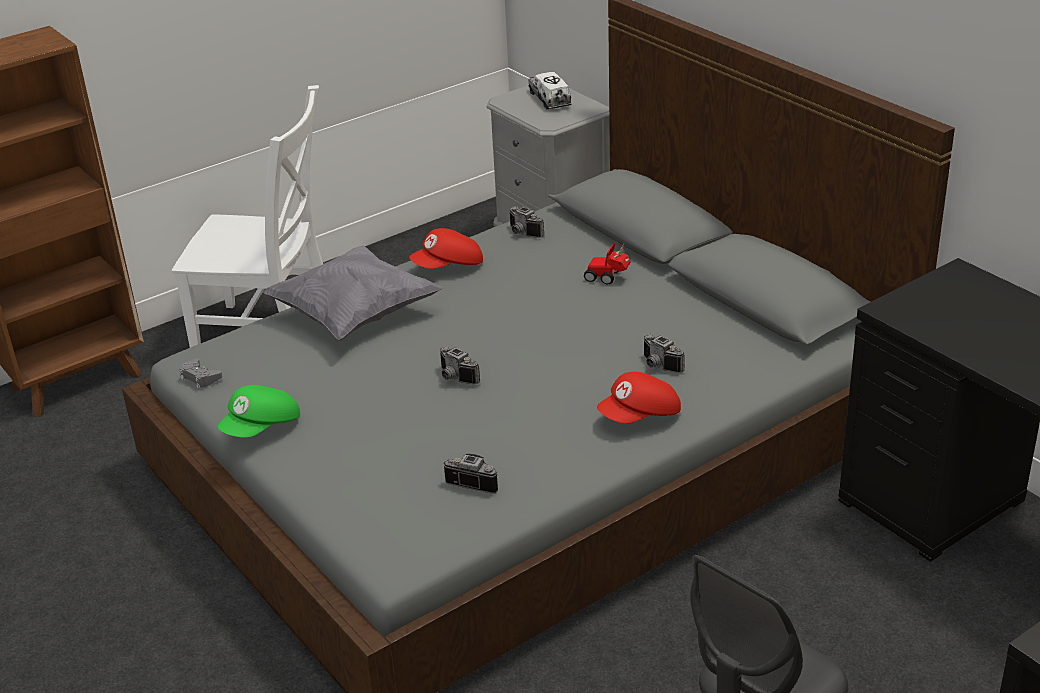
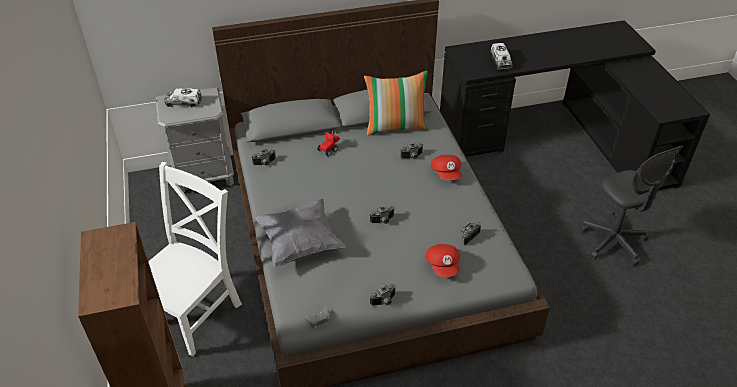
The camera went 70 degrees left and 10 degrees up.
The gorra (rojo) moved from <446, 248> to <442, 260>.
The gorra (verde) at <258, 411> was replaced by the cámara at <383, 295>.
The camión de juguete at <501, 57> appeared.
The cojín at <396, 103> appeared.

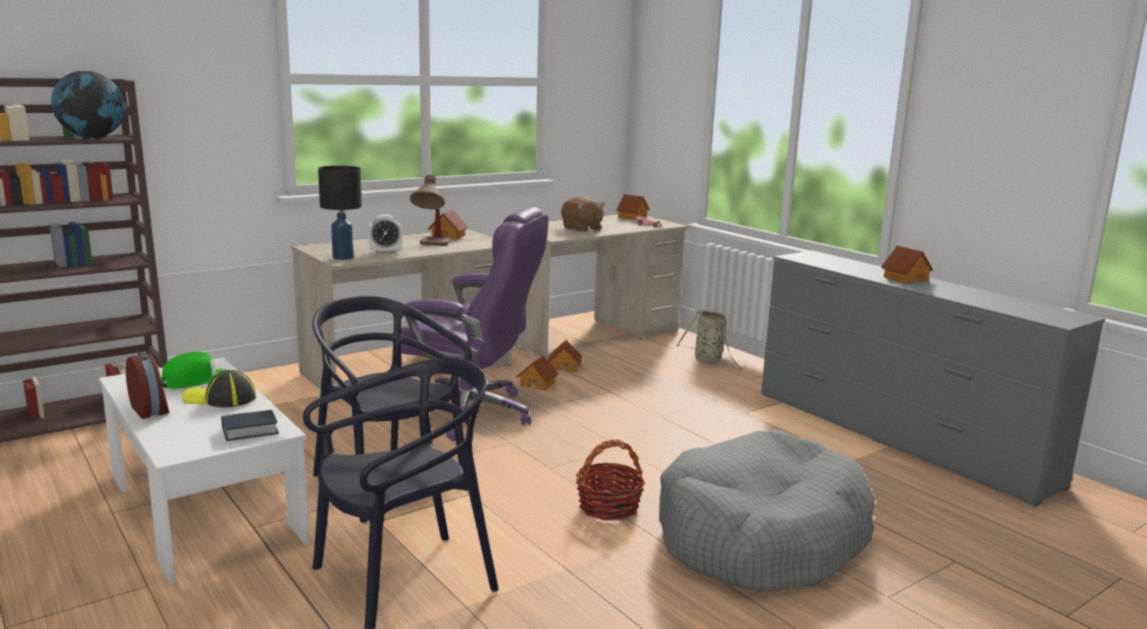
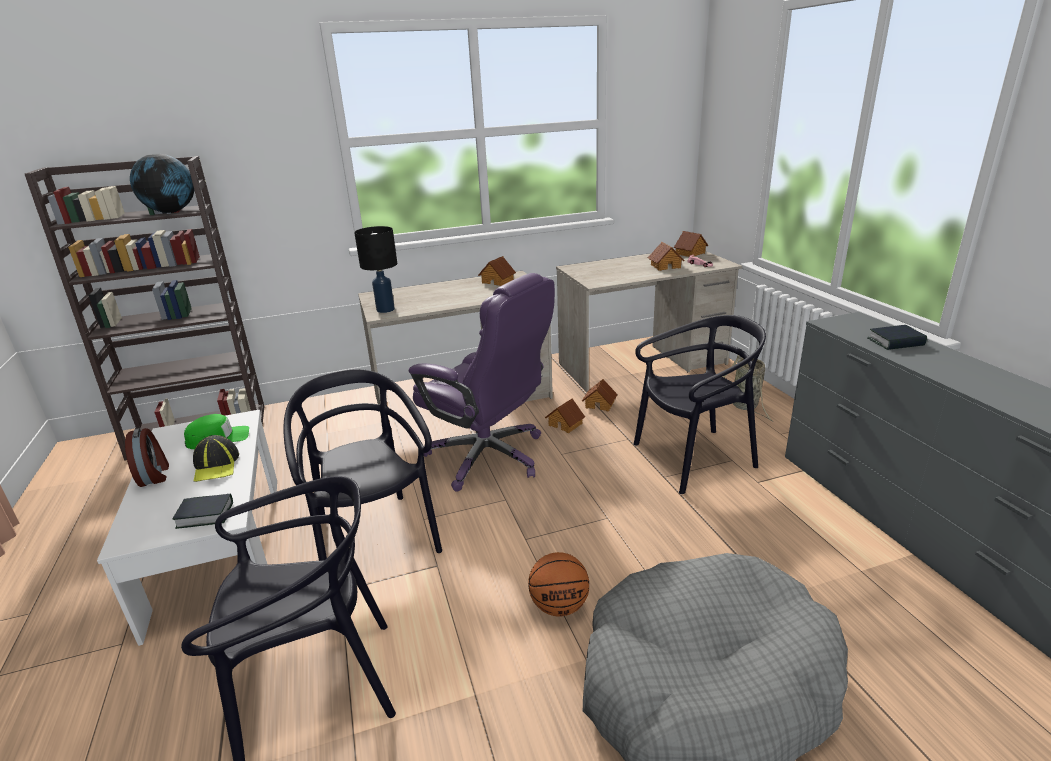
The camera went 20 degrees right and 10 degrees up.
The lámpara de mesa at <430, 210> disappeared.
The peluche (marrón) at <583, 214> disappeared.
The despertador at <385, 234> disappeared.
The casita moved from <907, 265> to <666, 256>.
The gorra at <219, 388> turned 135 degrees counterclockwise.
The cesta at <610, 480> was replaced by the balón de baloncesto at <558, 584>.
The silla (negro) at <700, 404> appeared.
The libro at <897, 337> appeared.

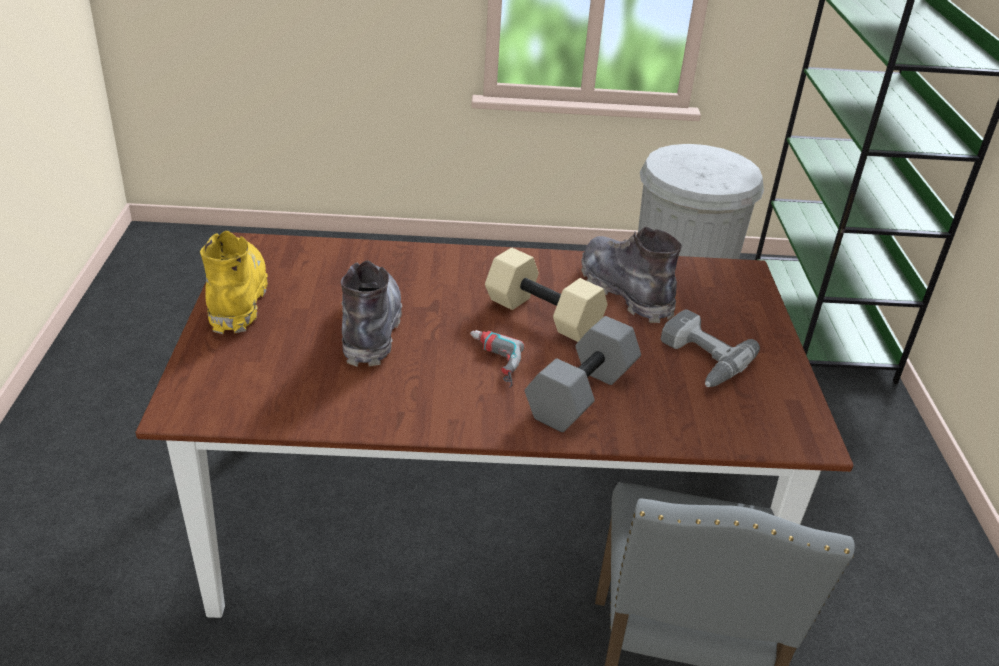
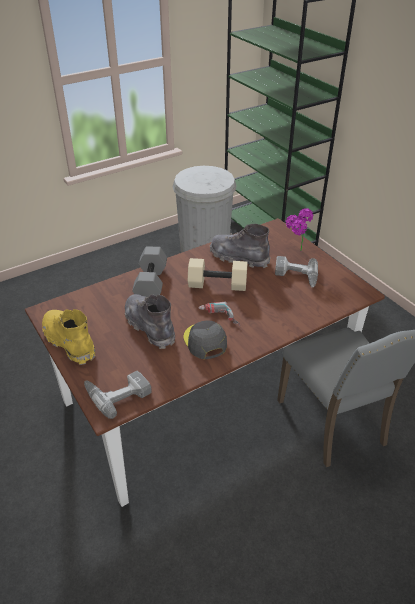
The camera went 30 degrees left and 5 degrees up.
The mancuerna (gris) moved from <583, 374> to <149, 271>.
The planta en maceta at <299, 229> appeared.
The gorra (gris) at <205, 339> appeared.
The taladro at <118, 395> appeared.

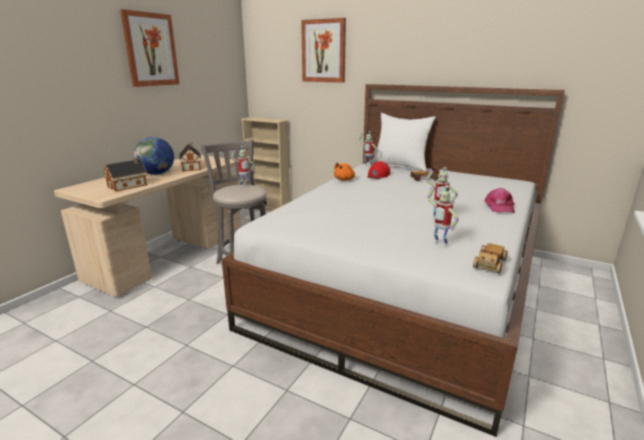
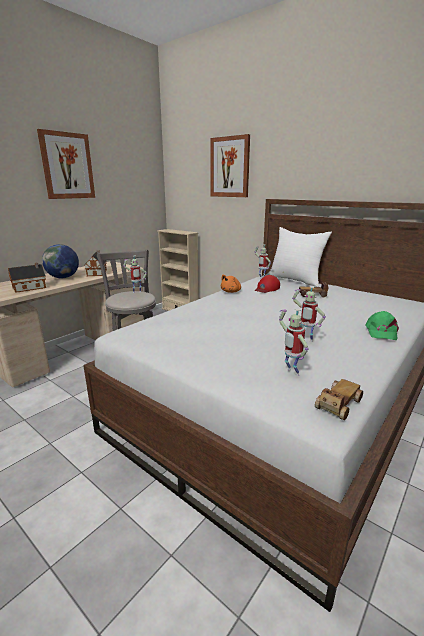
The camera went 10 degrees right and 0 degrees up.
The gorra (rosa) at <499, 200> became the gorra (verde) at <382, 325>.

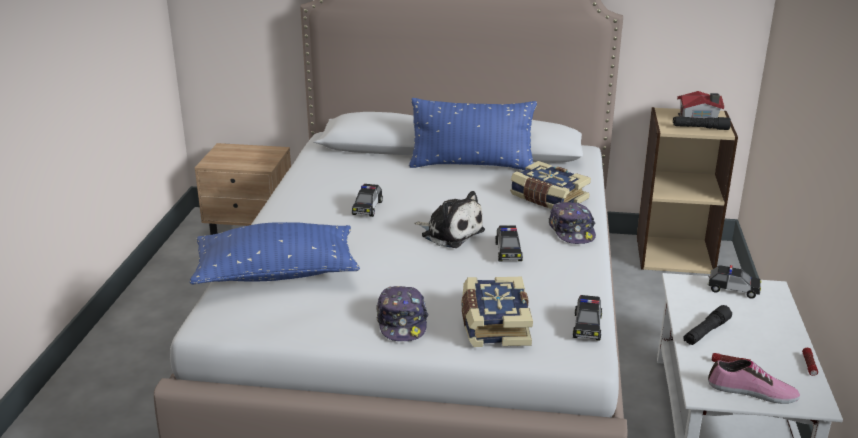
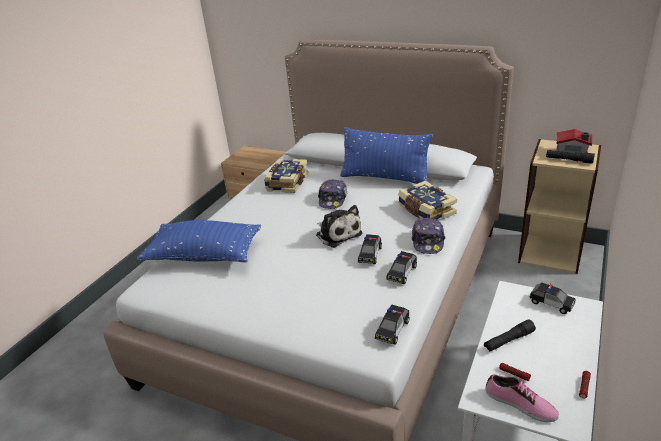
The camera went 20 degrees right and 5 degrees up.
The coche de juguete moved from <367, 200> to <401, 267>.
The libro moved from <497, 311> to <286, 175>.
The gorra moved from <402, 313> to <333, 194>.

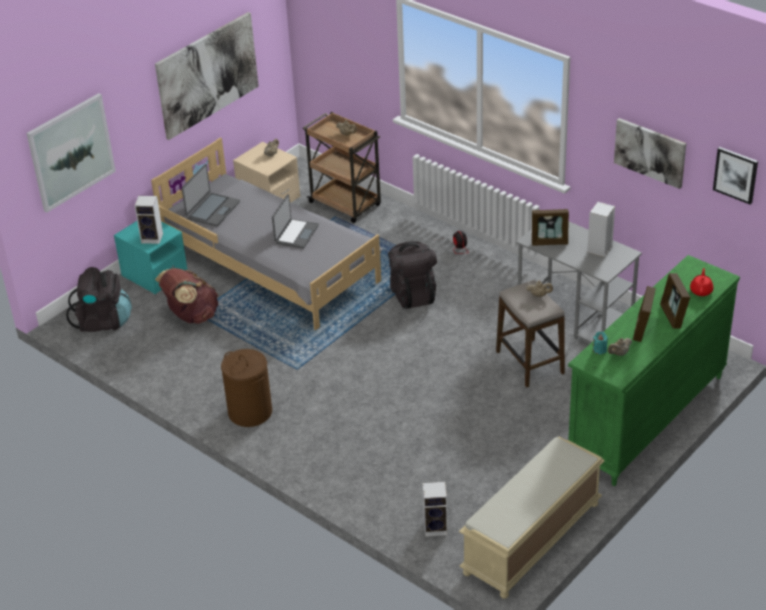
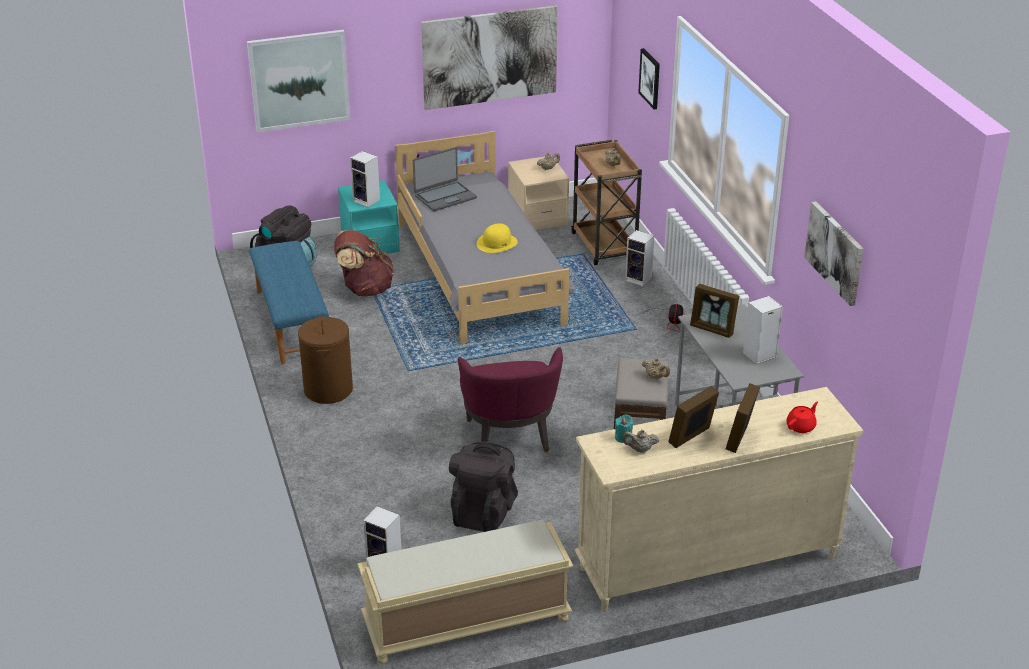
The camera went 30 degrees right and 5 degrees down.
The cuadro moved from <735, 176> to <649, 78>.
The portátil at <295, 221> was replaced by the sombrero (amarillo) at <497, 238>.
The mochila (negro) moved from <412, 275> to <483, 487>.
The cómoda (verde) at <654, 370> became the cómoda (beis) at <719, 499>.
The altavoz at <639, 258> appeared.
The banco (azul) at <289, 303> appeared.
The sillón (morado) at <510, 399> appeared.

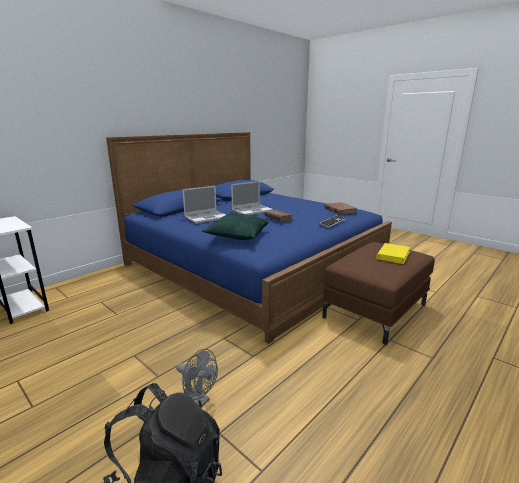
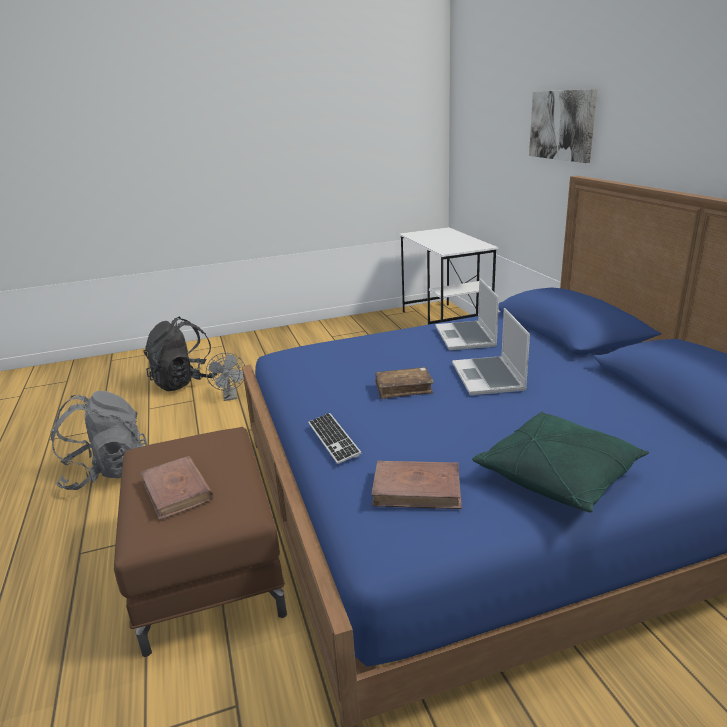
The camera went 120 degrees right and 5 degrees up.
The cojín (verde) moved from <235, 227> to <560, 462>.
The libro (amarillo) at <393, 253> became the libro (marrón) at <176, 488>.
The ventilador (gris) at <197, 378> turned 75 degrees counterclockwise.
The cuadro at <563, 126> appeared.
The mochila (gris) at <98, 440> appeared.

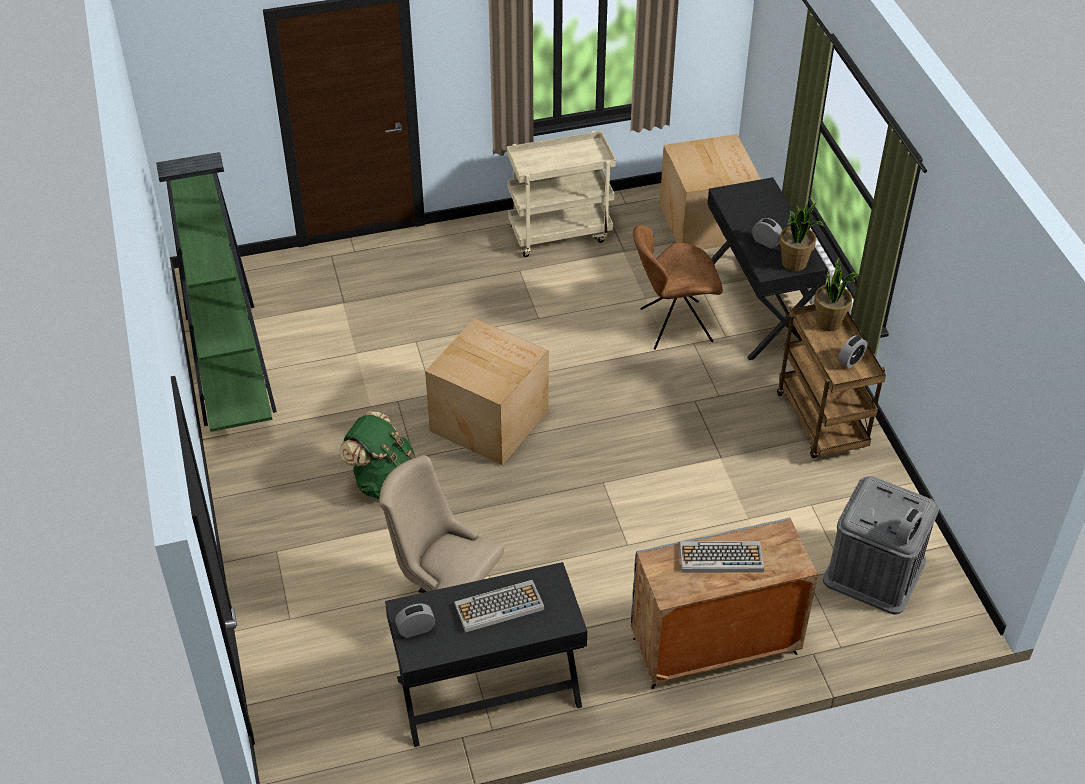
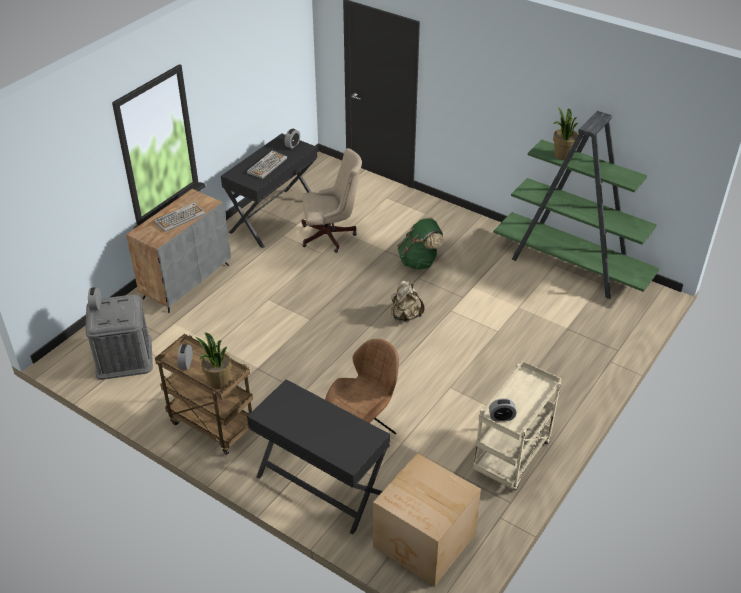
The camera went 140 degrees right and 5 degrees down.
The planta en maceta moved from <801, 237> to <565, 133>.
The despertador moved from <767, 233> to <503, 409>.
The caja de cartón at <487, 391> was replaced by the mochila (beis) at <407, 301>.

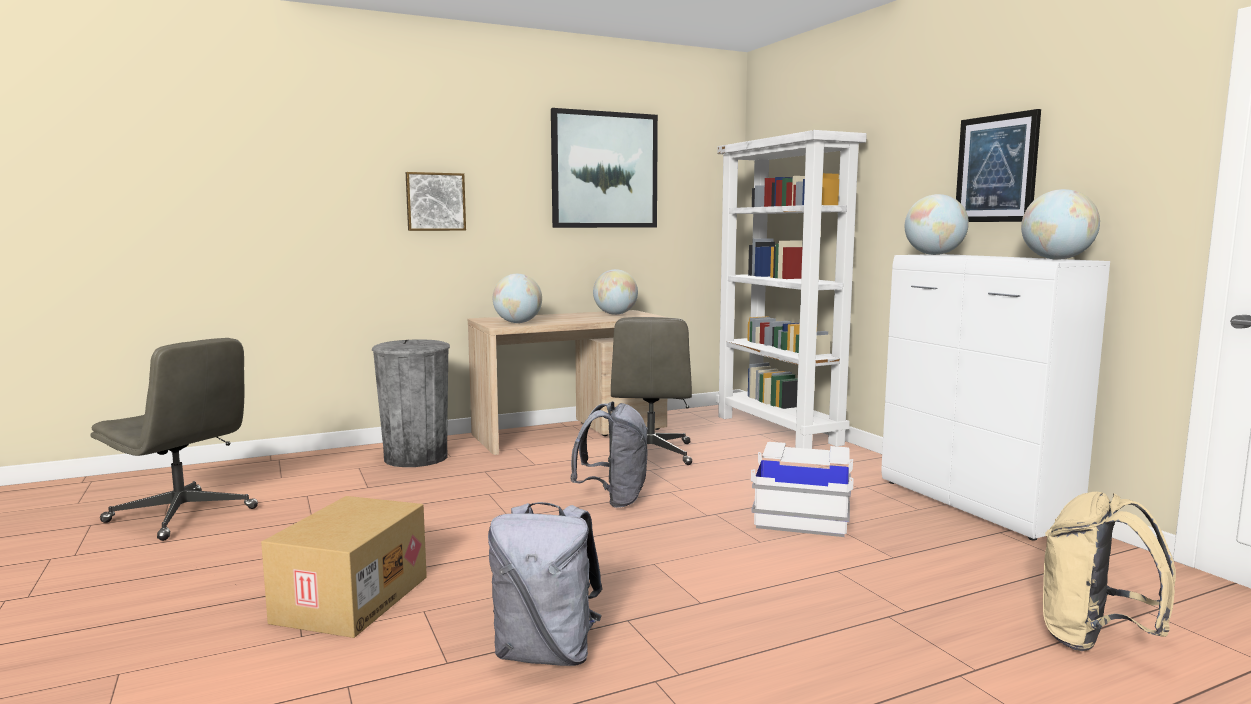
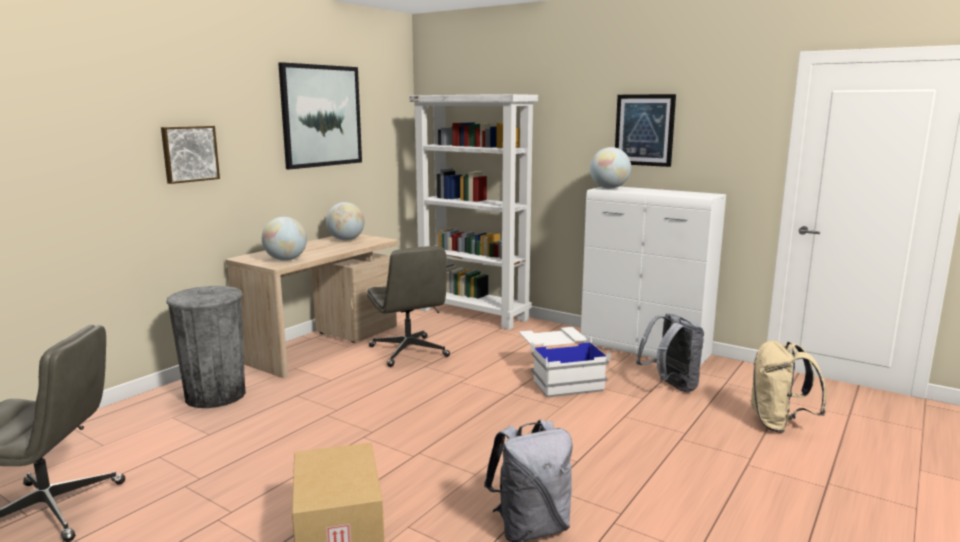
The camera went 30 degrees left and 5 degrees up.
The globo terráqueo at <1060, 224> disappeared.
The mochila (gris) moved from <609, 455> to <670, 352>.

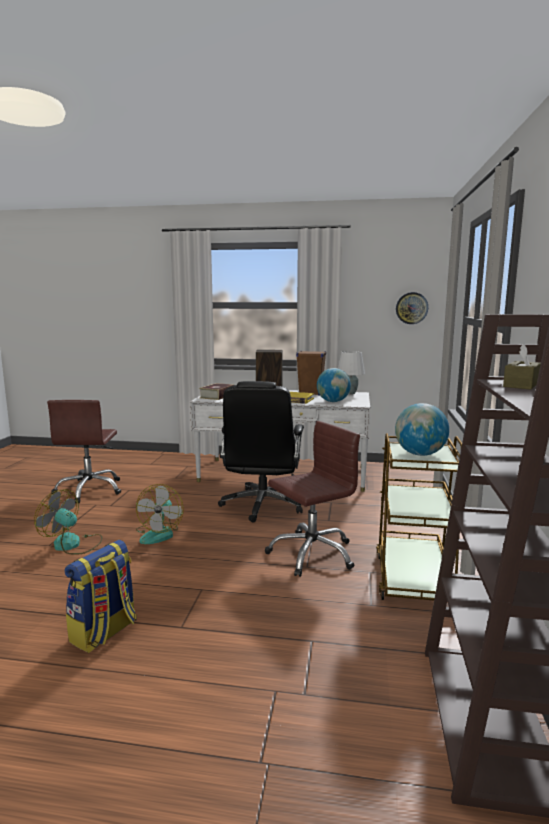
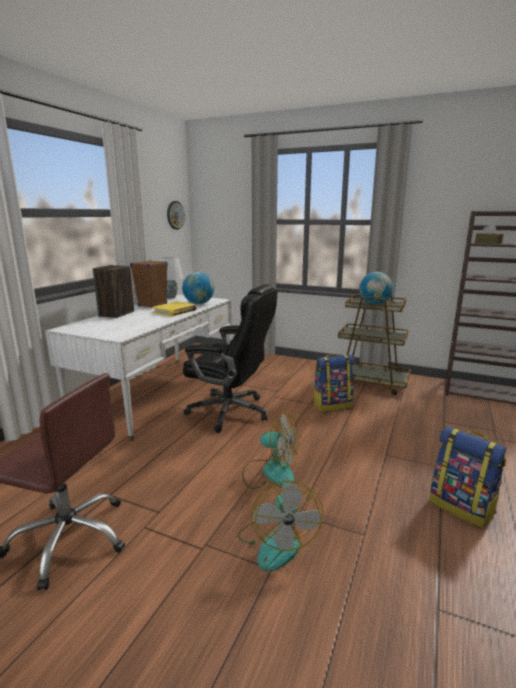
The camera went 75 degrees left and 5 degrees up.
The libro at <216, 391> disappeared.
The silla de oficina (marrón) at <312, 499> was replaced by the mochila at <333, 383>.
The ventilador at <68, 521> turned 45 degrees counterclockwise.

